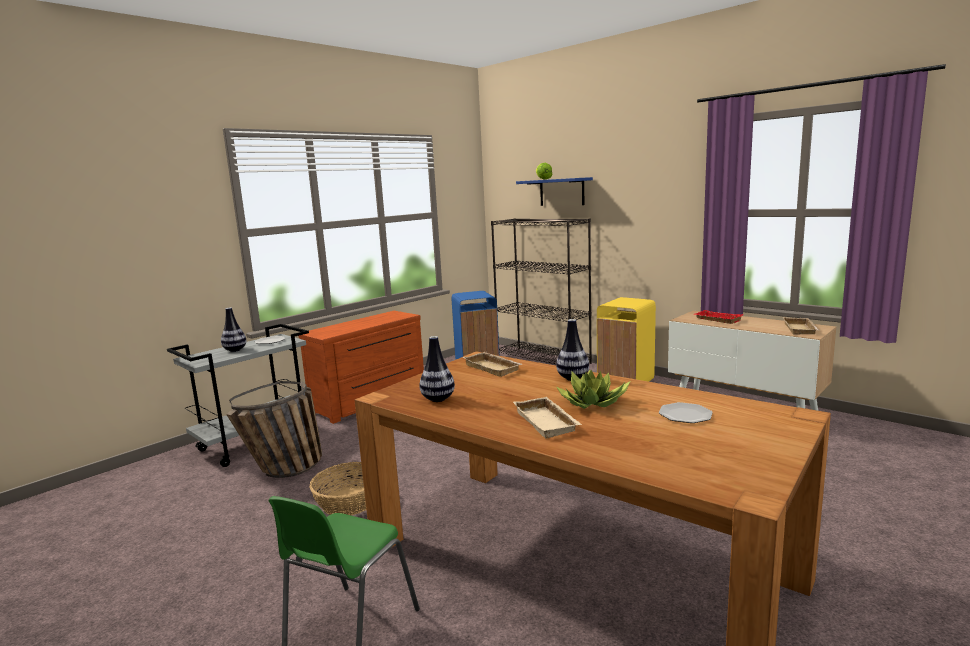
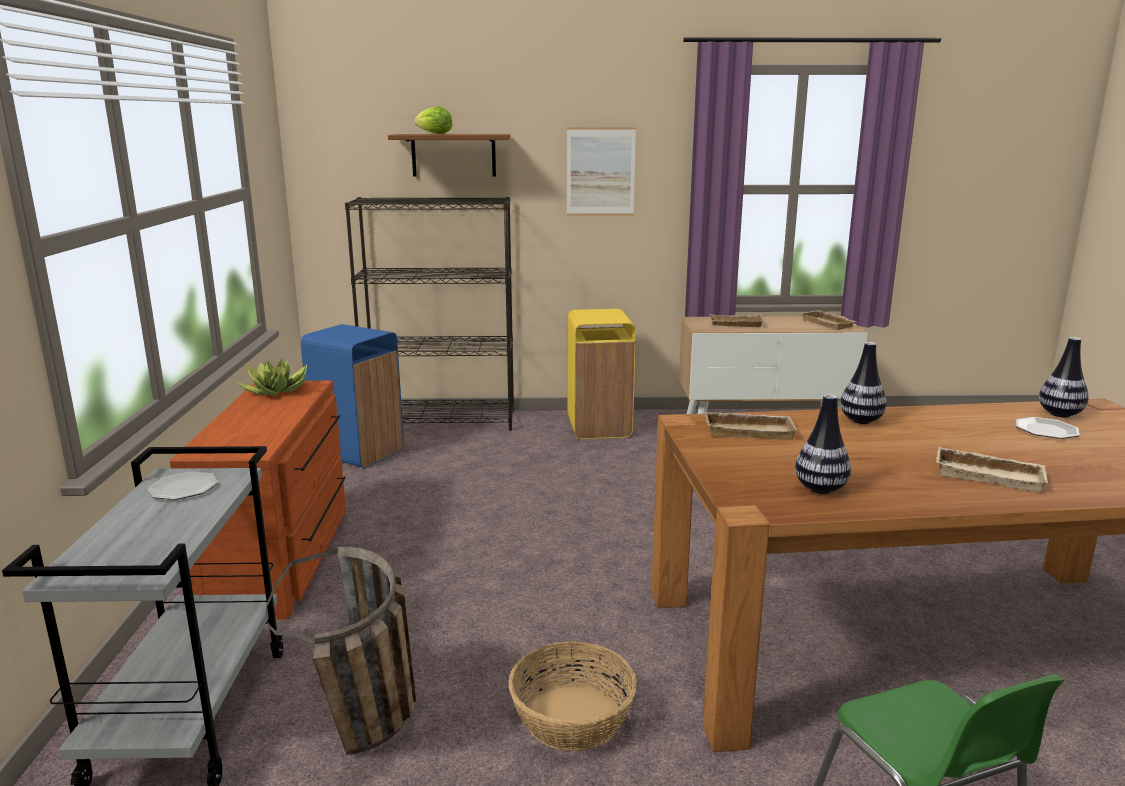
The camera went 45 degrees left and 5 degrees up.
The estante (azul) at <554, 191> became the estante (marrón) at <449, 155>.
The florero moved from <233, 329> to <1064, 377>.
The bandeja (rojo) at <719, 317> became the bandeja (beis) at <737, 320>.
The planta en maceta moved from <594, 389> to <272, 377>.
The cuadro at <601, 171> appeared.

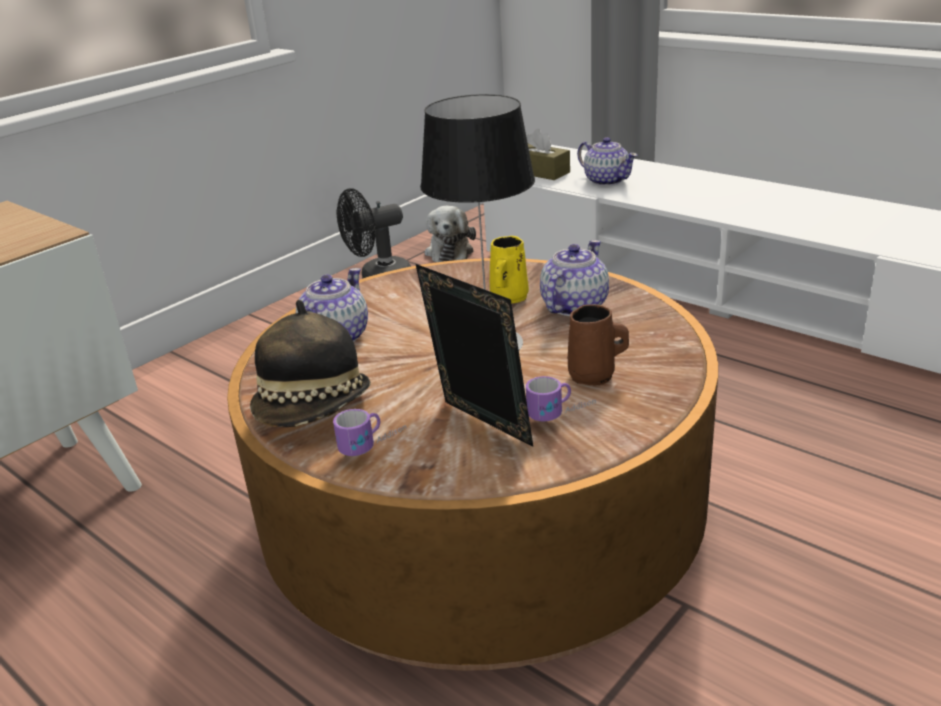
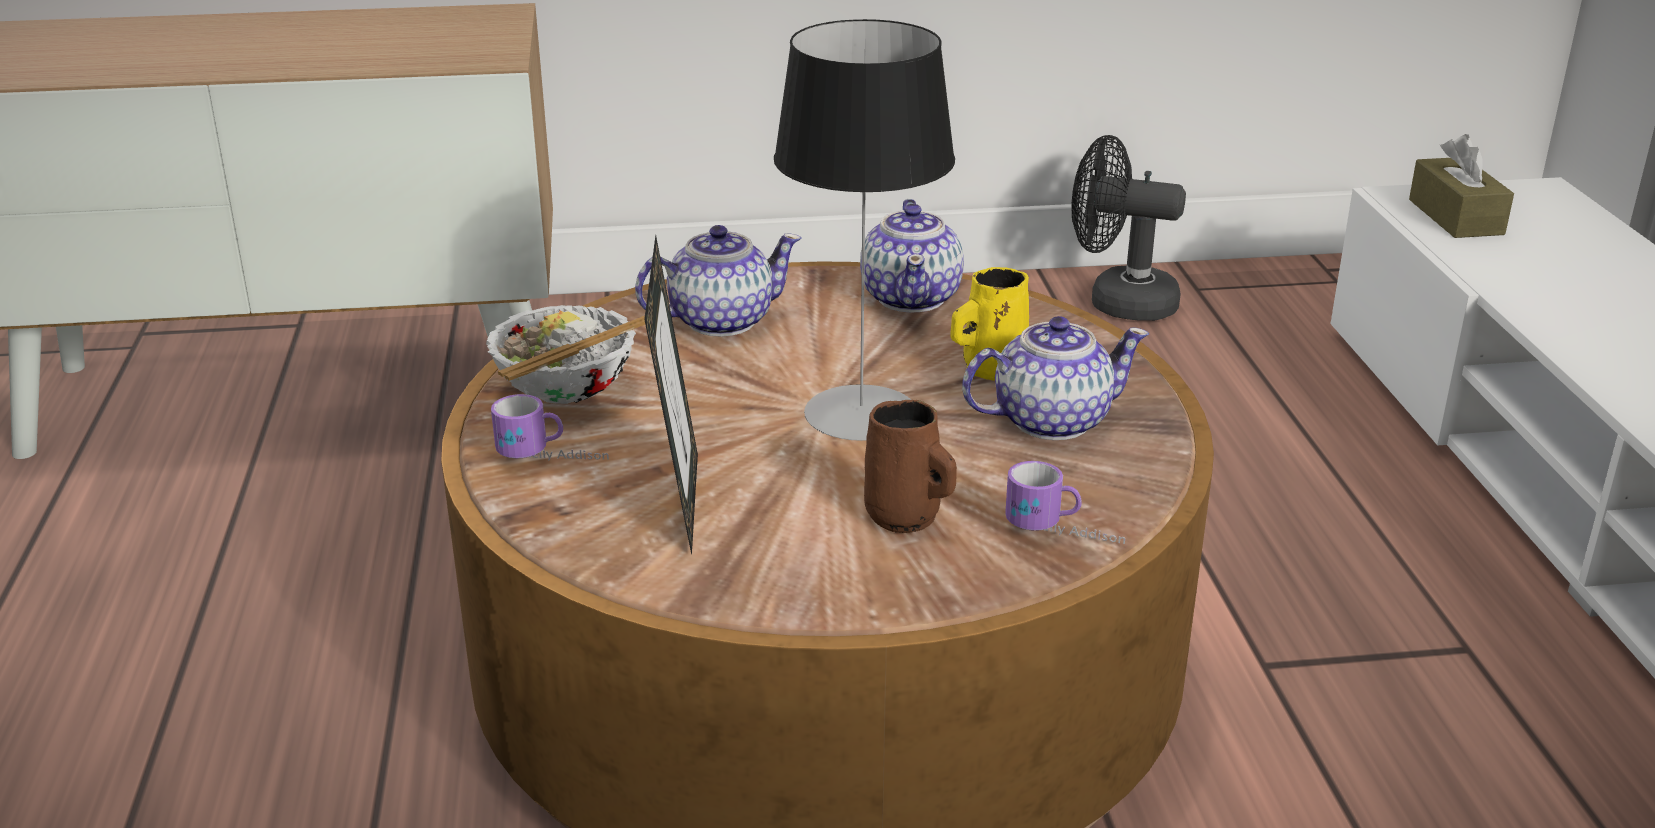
The camera went 40 degrees right and 0 degrees up.
The tetera moved from <607, 161> to <912, 256>.
The peluche at <450, 234> disappeared.
The sombrero at <310, 363> was replaced by the cuenco at <565, 354>.
The taza grande moved from <561, 399> to <1065, 502>.

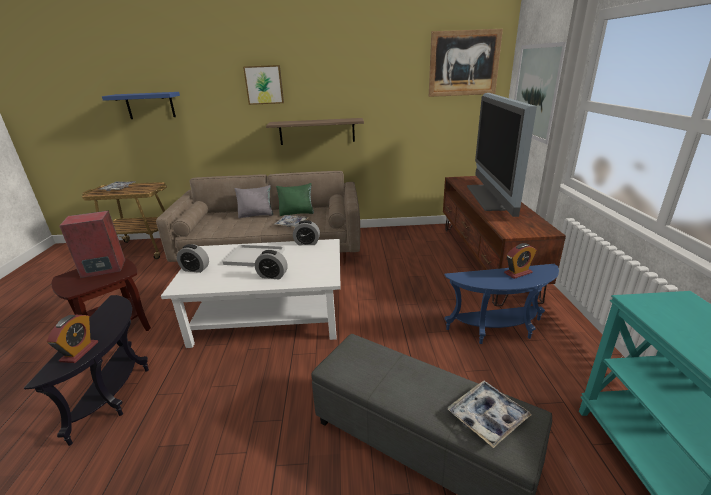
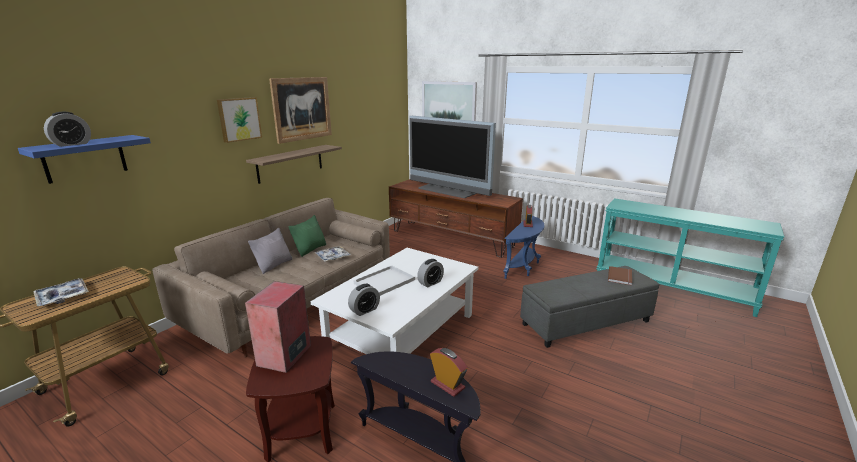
The camera went 55 degrees left and 5 degrees down.
The cuadro moved from <466, 63> to <300, 110>.
The despertador moved from <306, 232> to <67, 129>.
The bandeja at <490, 414> was replaced by the libro (marrón) at <620, 275>.

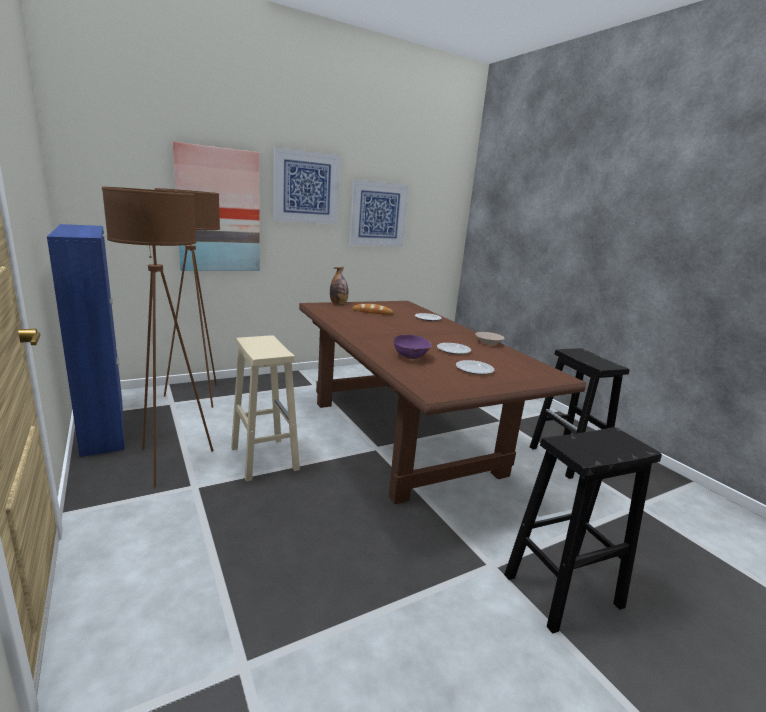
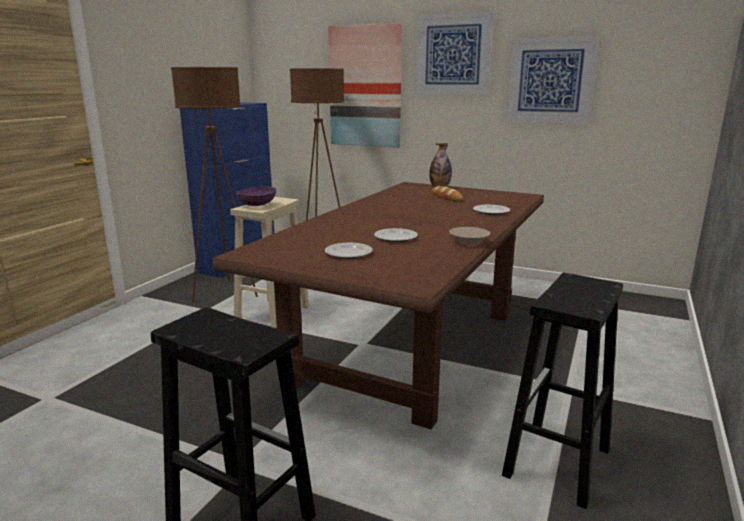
The camera went 55 degrees right and 0 degrees up.
The cuenco (morado) moved from <412, 347> to <256, 196>.

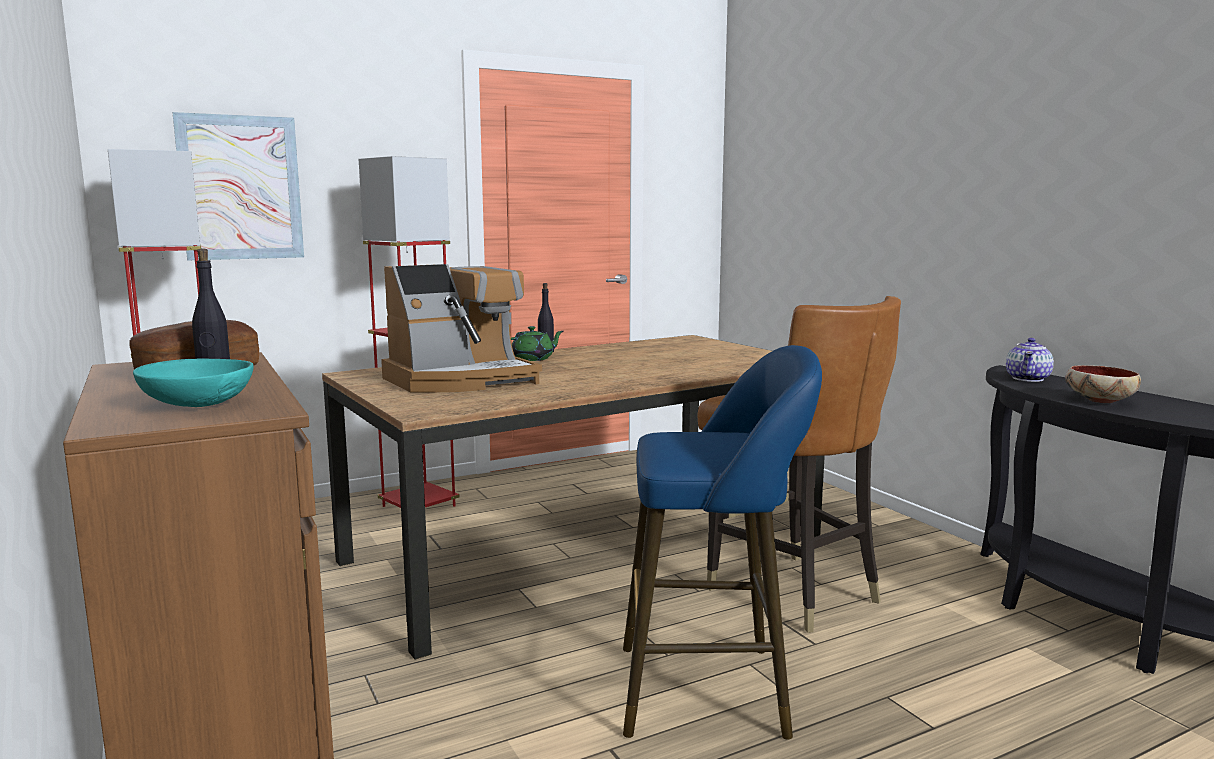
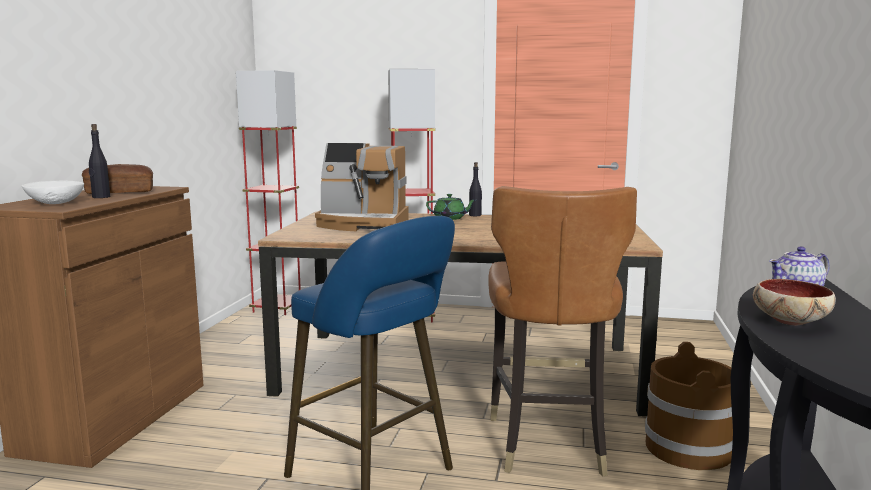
The camera went 40 degrees right and 0 degrees up.
The cuadro at <238, 186> disappeared.
The cuenco (turquesa) at <193, 383> became the cuenco (blanco) at <53, 192>.
The cubo (marrón) at <689, 406> appeared.

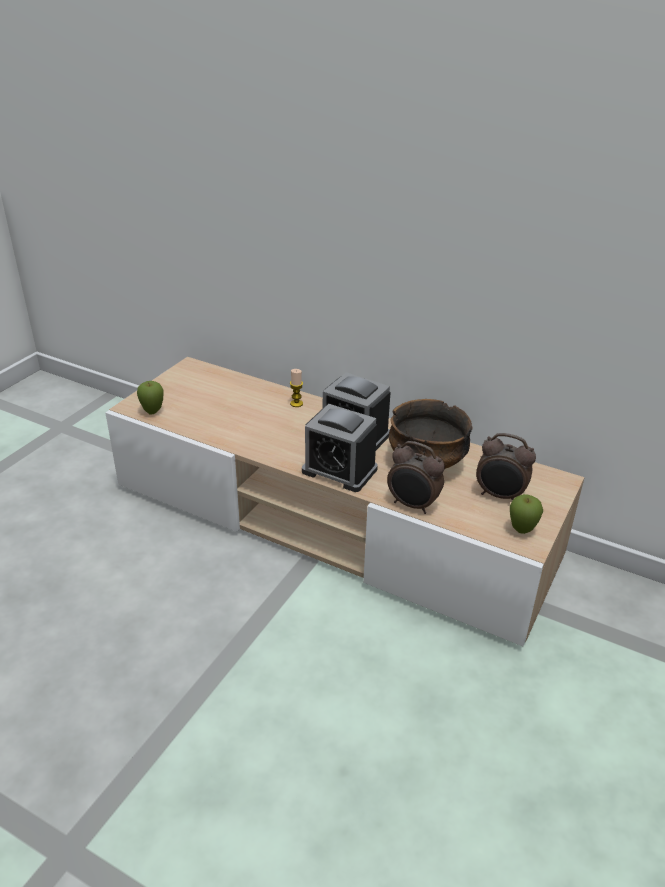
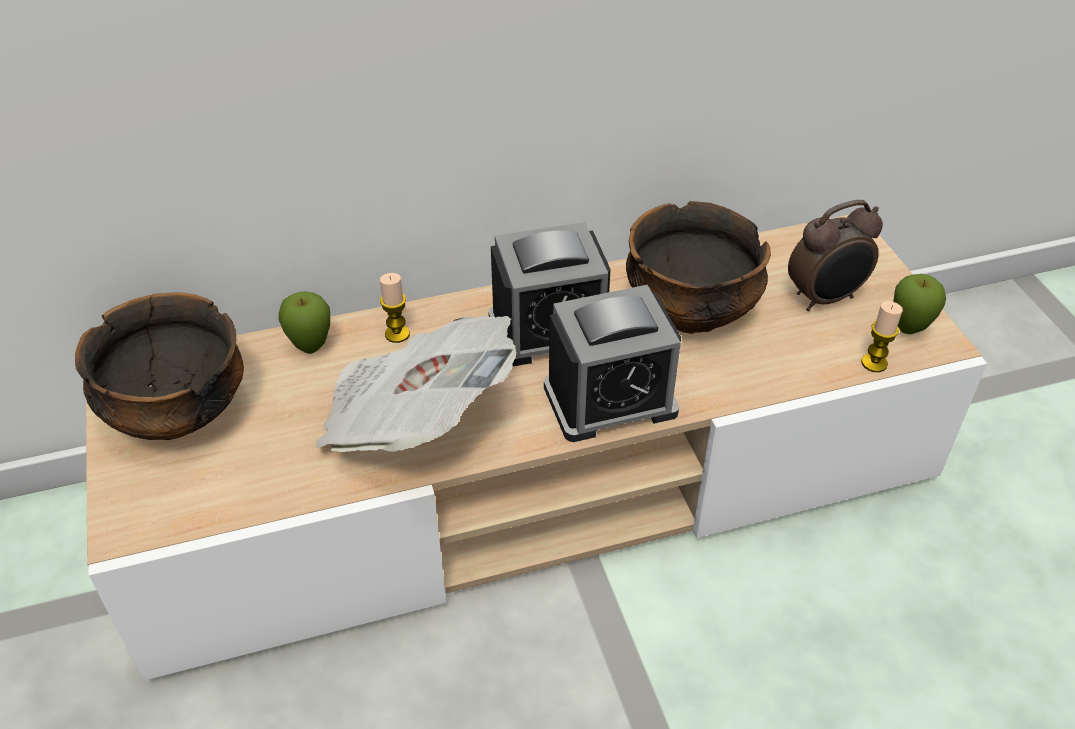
The camera went 45 degrees left and 10 degrees up.
The manzana moved from <150, 398> to <304, 322>.
The despertador at <416, 477> disappeared.
The cuenco at <159, 366> appeared.
The vela at <882, 336> appeared.
The periódico at <415, 384> appeared.

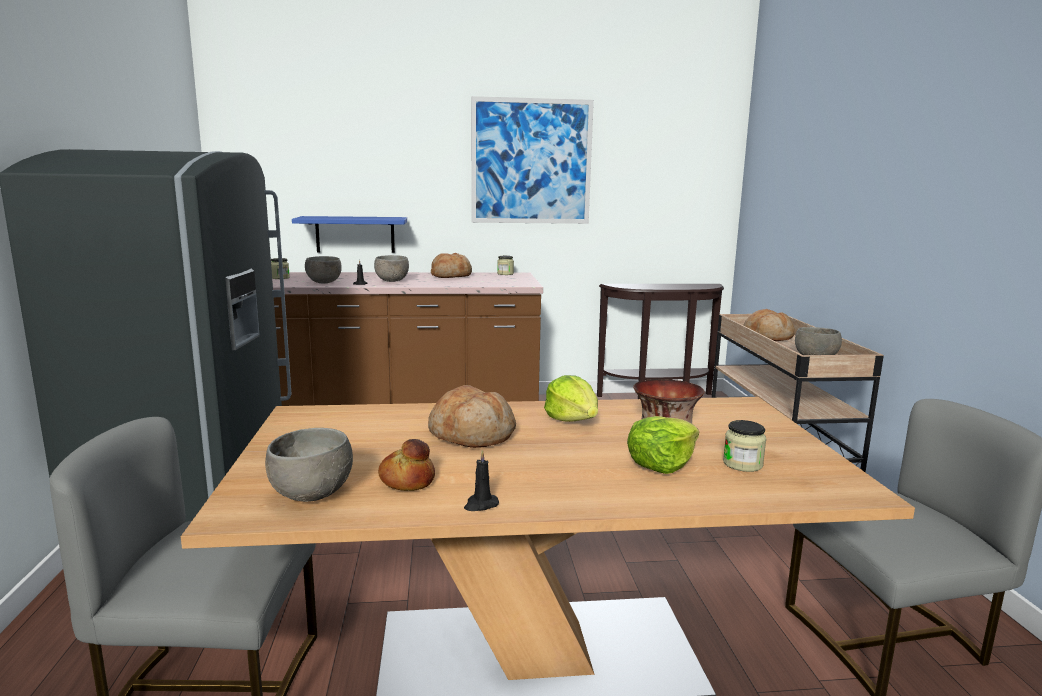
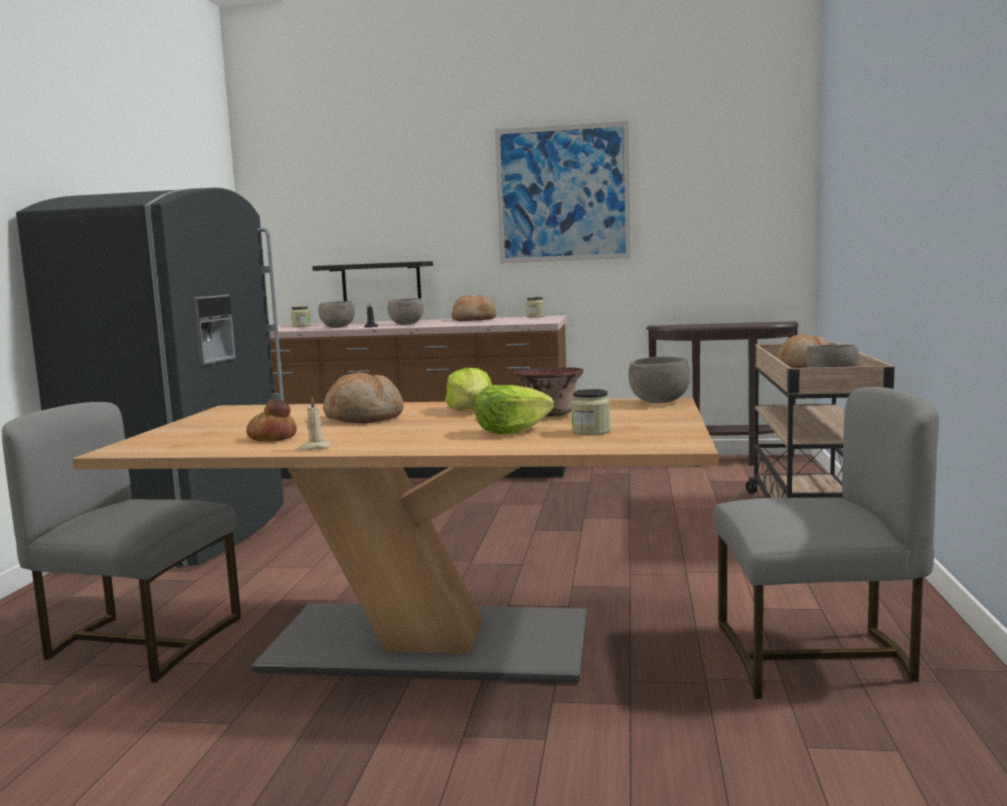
The camera went 15 degrees right and 5 degrees down.
The estante (azul) at <349, 234> became the estante (negro) at <372, 281>.
The cuenco (gris) moved from <309, 465> to <659, 380>.
The vela (negro) at <481, 480> became the vela (beis) at <314, 424>.

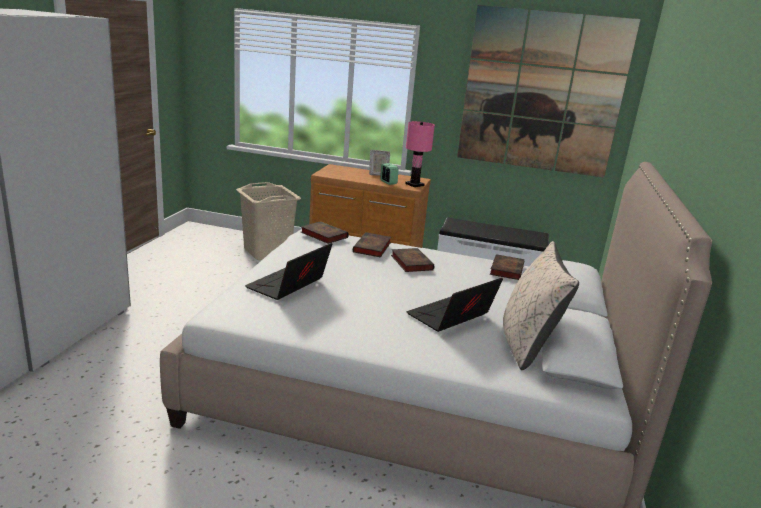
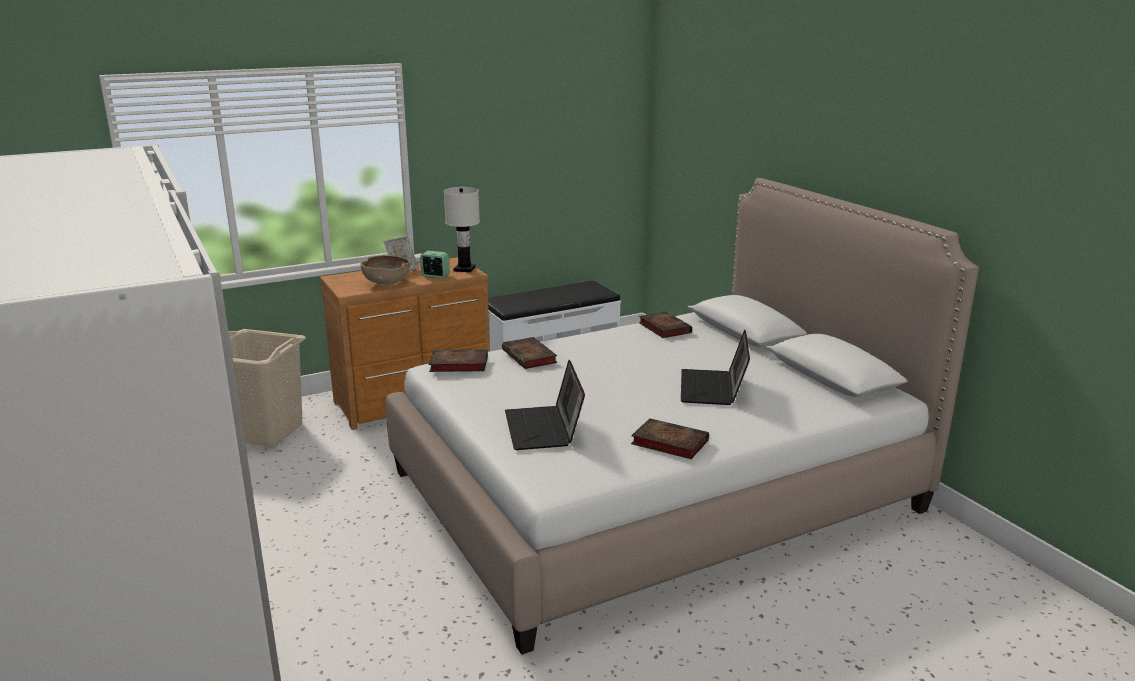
The camera went 40 degrees left and 0 degrees up.
The cuadro at <549, 91> disappeared.
The lámpara de mesa (rosa) at <420, 154> became the lámpara de mesa (blanco) at <462, 229>.
The cojín (beis) at <541, 305> disappeared.
The libro moved from <412, 260> to <670, 438>.
The cuenco (marrón) at <385, 270> appeared.

